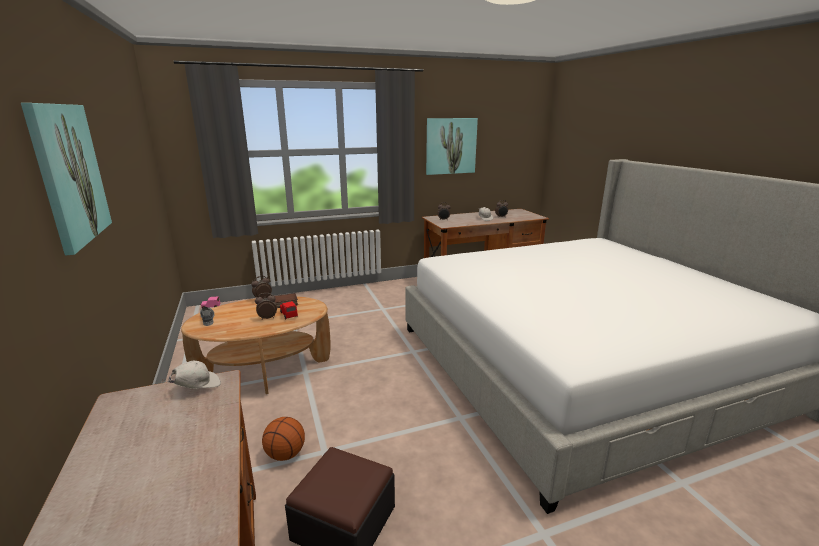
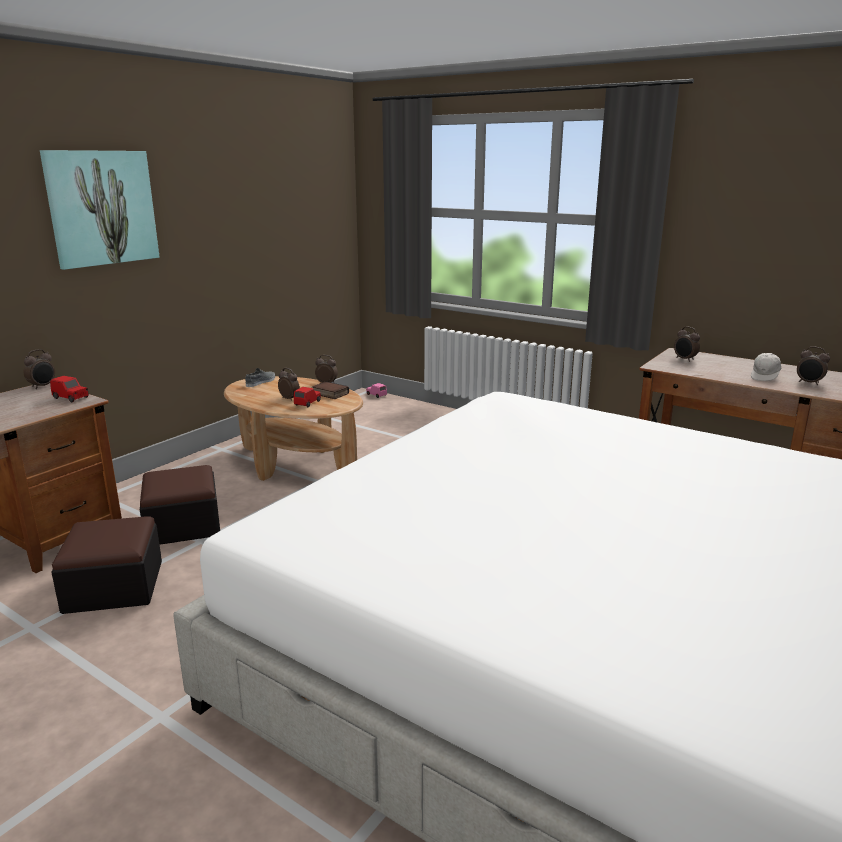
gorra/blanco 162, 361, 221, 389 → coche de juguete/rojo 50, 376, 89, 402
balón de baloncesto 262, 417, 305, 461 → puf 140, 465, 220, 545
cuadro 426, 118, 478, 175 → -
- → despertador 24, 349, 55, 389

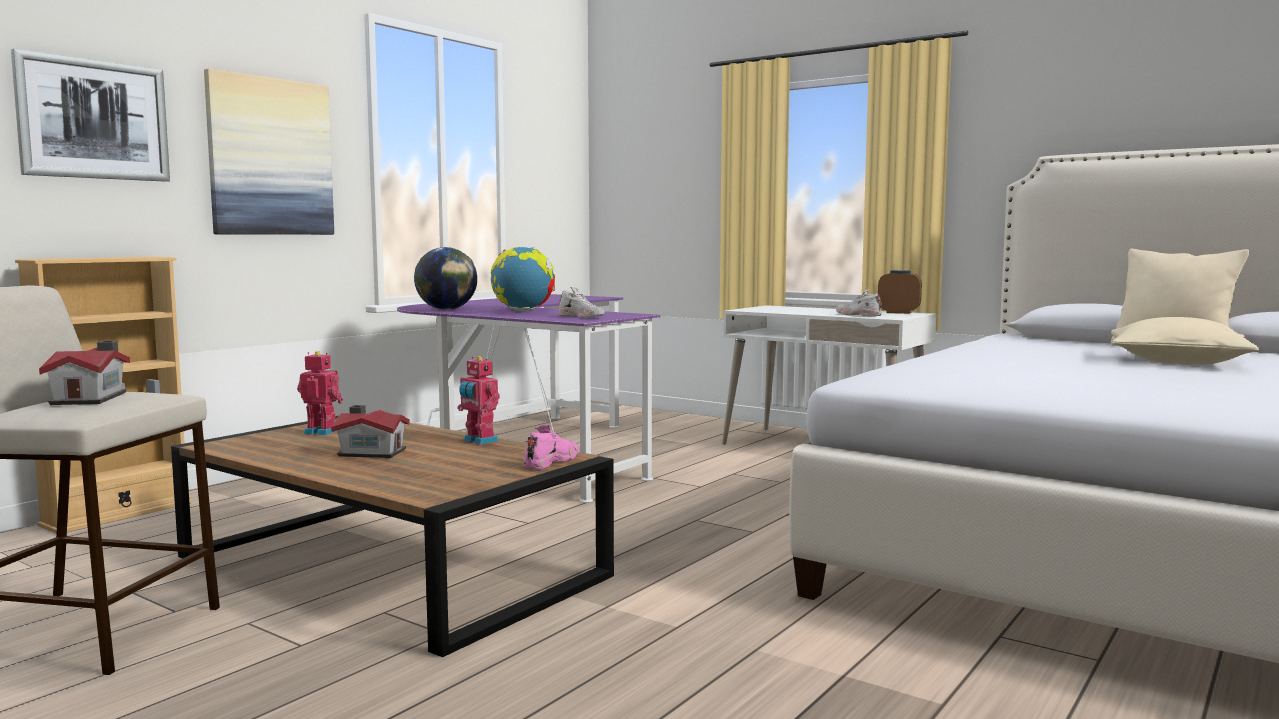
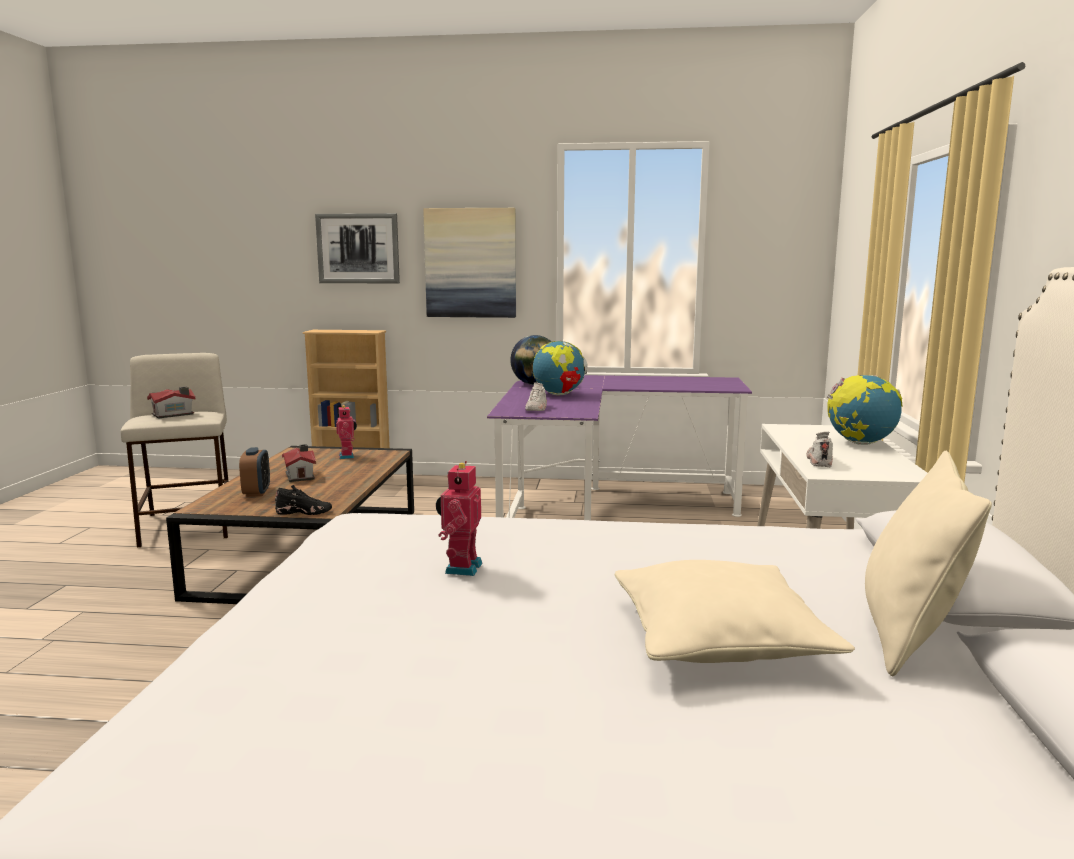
robot de juguete 457, 356, 500, 445 → robot de juguete 436, 461, 482, 576, moved
zapato/rosa 523, 425, 579, 470 → zapato/negro 275, 485, 332, 515
despertador 878, 270, 922, 314 → despertador 239, 447, 270, 497, moved
- → globo terráqueo 827, 375, 903, 445

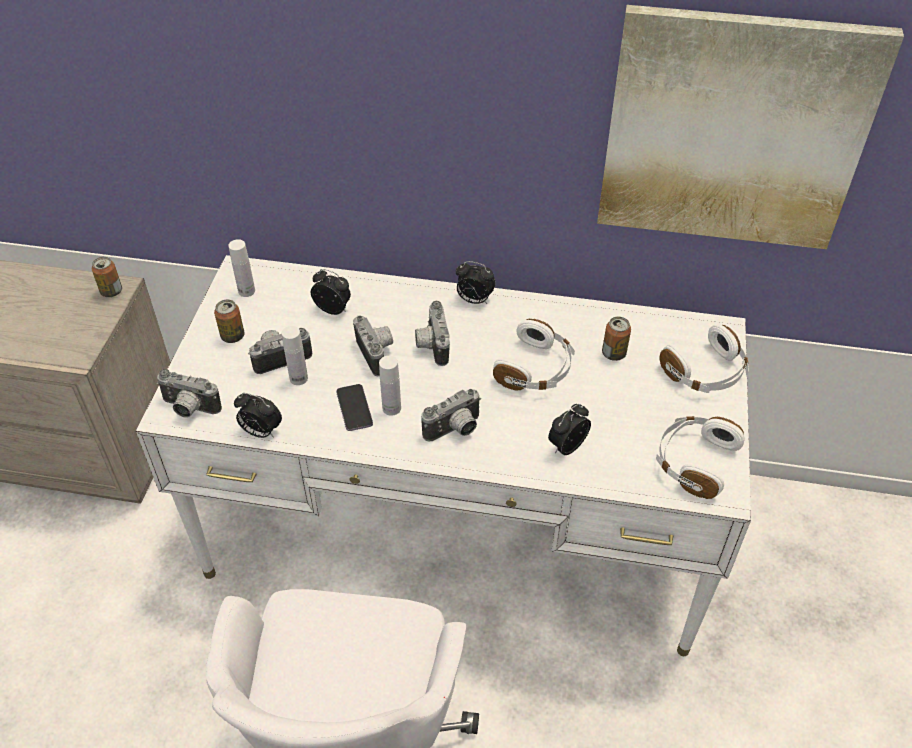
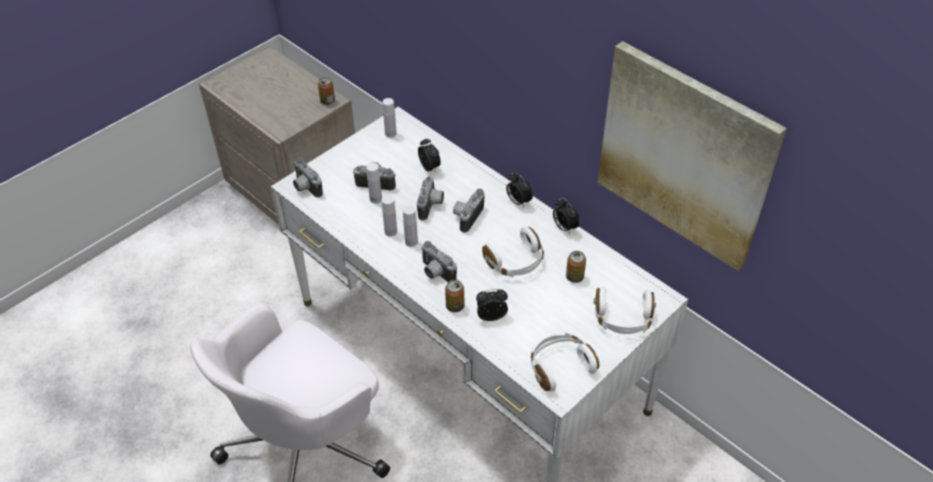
lata 214, 300, 244, 343 → lata 445, 280, 465, 312, moved
despertador 234, 393, 282, 438 → despertador 553, 198, 580, 234, moved
móvil 336, 384, 373, 431 → botella/blanco 382, 195, 397, 237
cámara 421, 389, 481, 442 → cámara 421, 241, 457, 282, 45 degrees clockwise

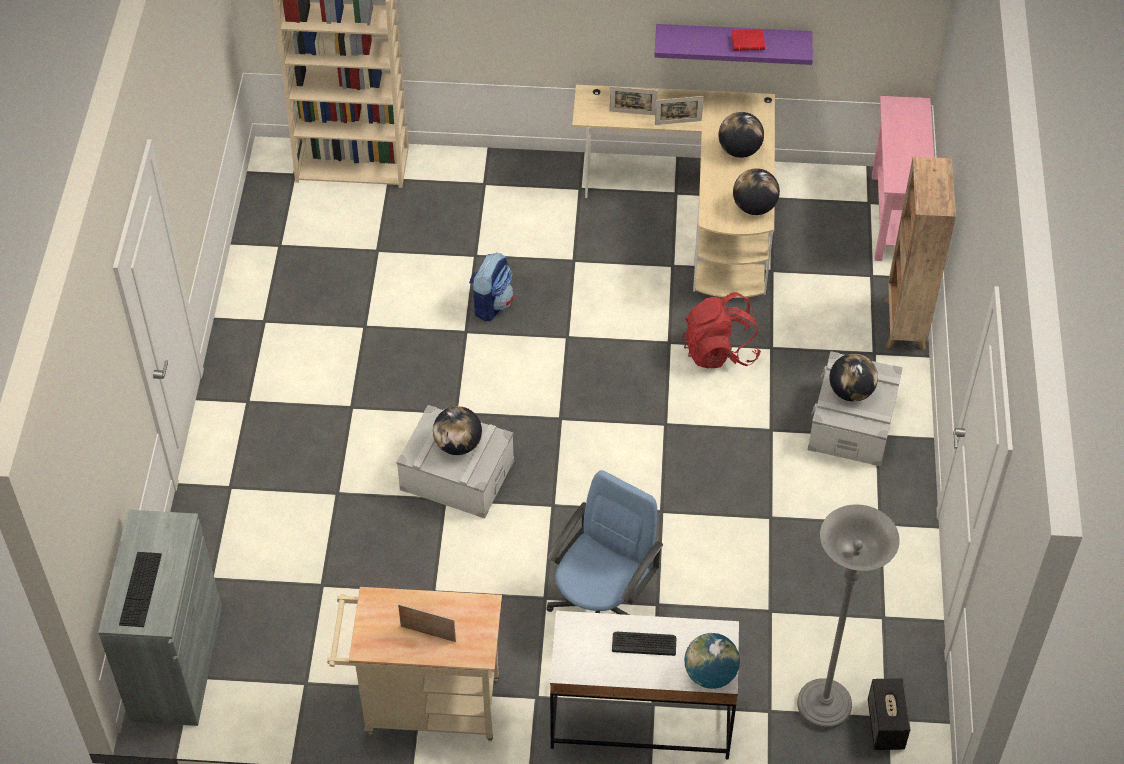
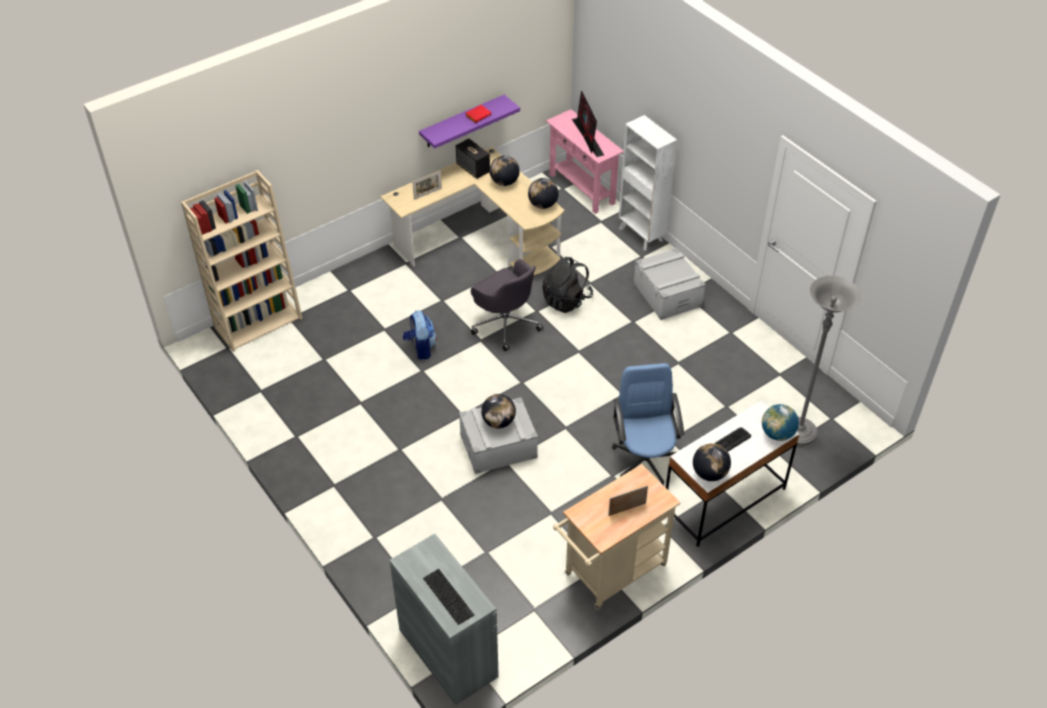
portarretratos 655, 96, 703, 125 → -
mochila/rojo 682, 292, 761, 368 → mochila/negro 542, 257, 593, 313
globo terráqueo 829, 354, 878, 402 → globo terráqueo 693, 443, 731, 481, moved
altavoz 868, 678, 910, 750 → altavoz 456, 138, 490, 179, moved
estantería/marrón 884, 156, 956, 350 → estantería/blanco 619, 115, 677, 250
- → silla de oficina/gris 471, 259, 543, 351
- → monitor 572, 90, 604, 157

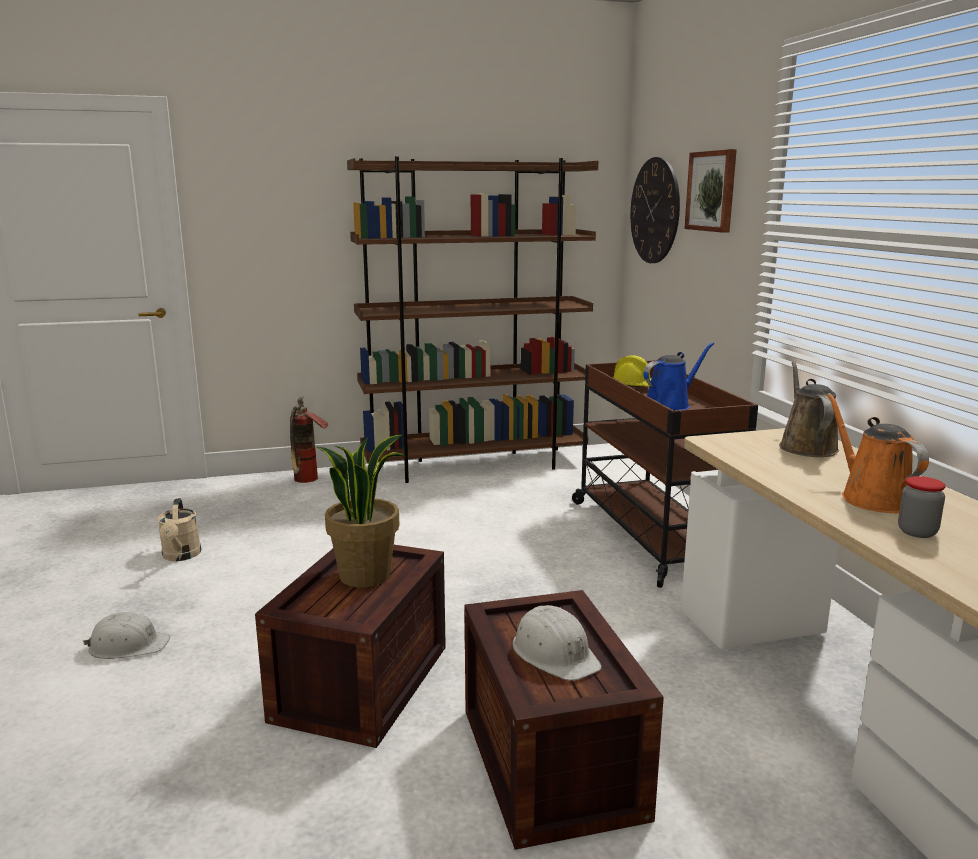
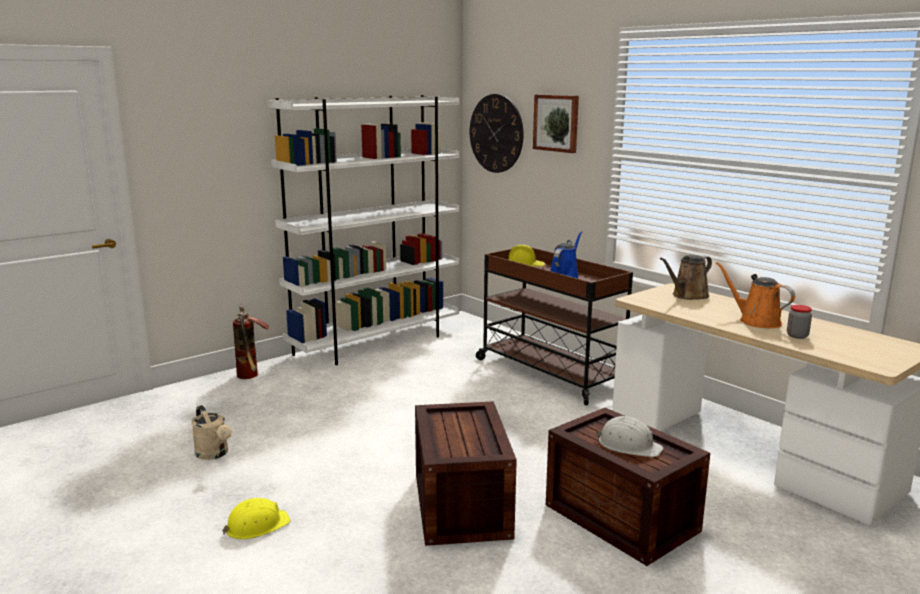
casco/blanco 83, 612, 170, 659 → casco/amarillo 222, 498, 291, 539
planta en maceta 317, 435, 406, 588 → -
estantería/marrón 347, 156, 598, 483 → estantería/blanco 267, 95, 460, 365
regadera/marrón 779, 361, 839, 457 → regadera/marrón 660, 255, 712, 300, 105 degrees counterclockwise

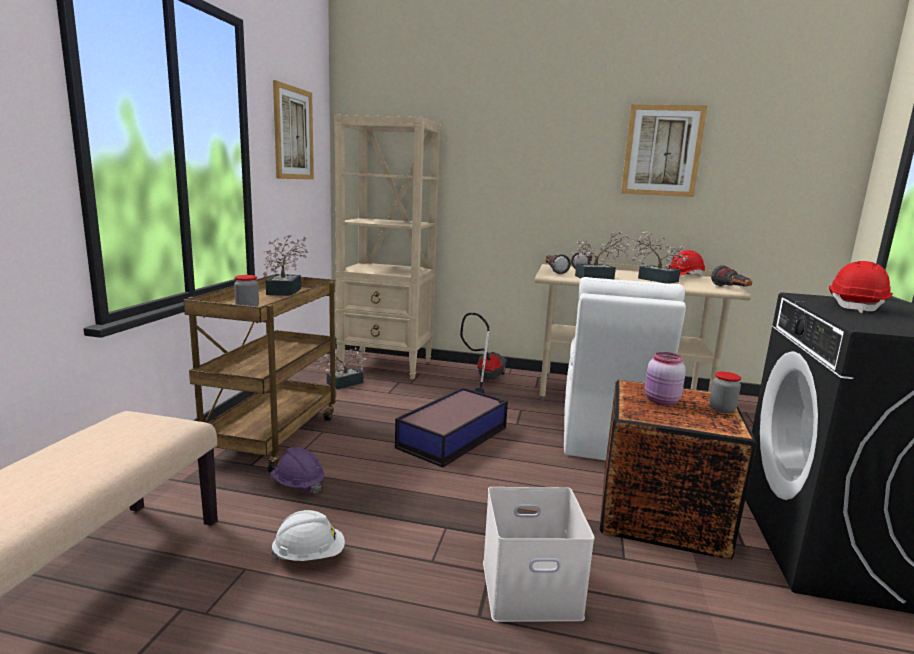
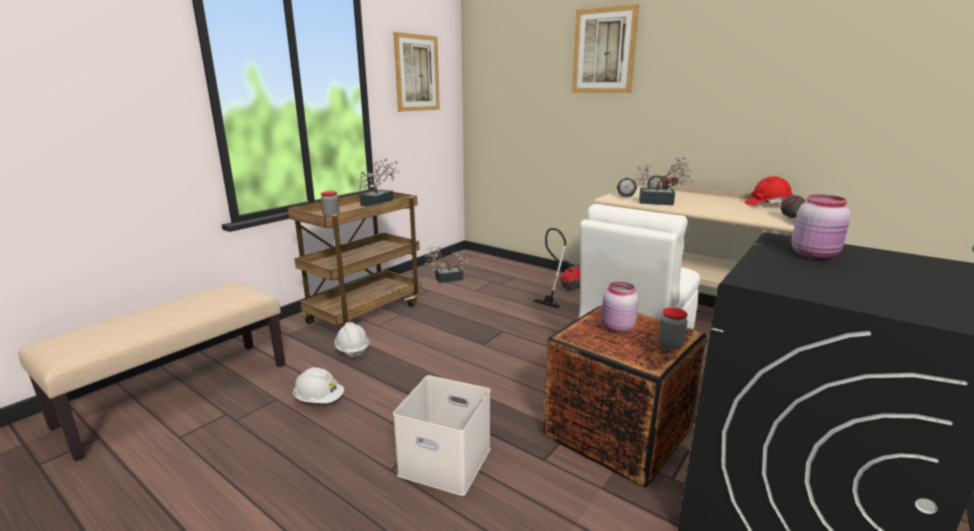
casco/morado 270, 447, 324, 494 → casco/blanco 334, 322, 369, 359
estantería/beis 334, 115, 440, 379 → -
caja de almacenaje 395, 388, 508, 468 → -
cuadro 621, 104, 707, 197 → cuadro 572, 4, 639, 93, moved
planta en maceta 632, 231, 689, 284 → -
casco/rojo 829, 261, 893, 313 → tarro/rosa 792, 194, 851, 260

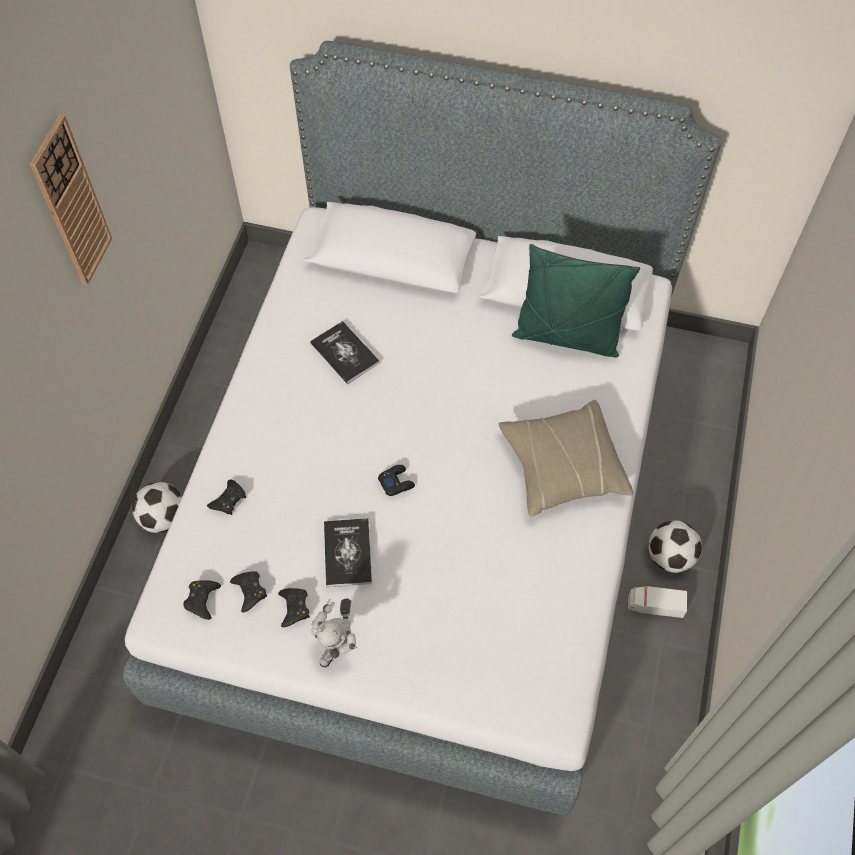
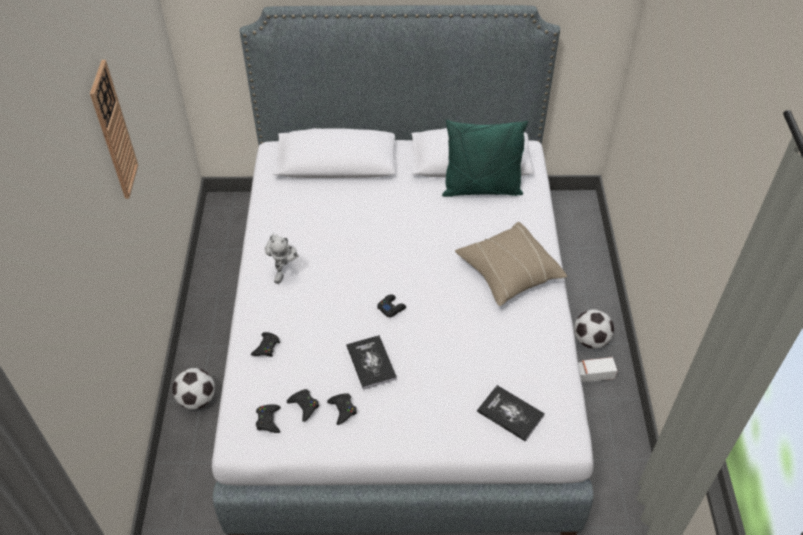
libro 310, 321, 380, 384 → libro 477, 385, 545, 442, moved
robot de juguete 311, 598, 357, 668 → robot de juguete 265, 233, 299, 284, moved

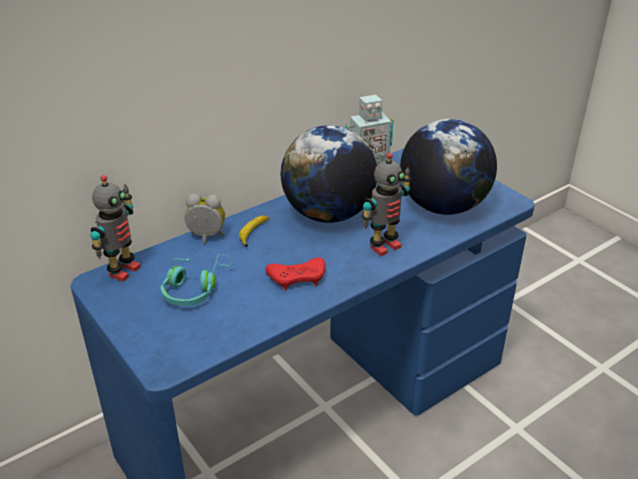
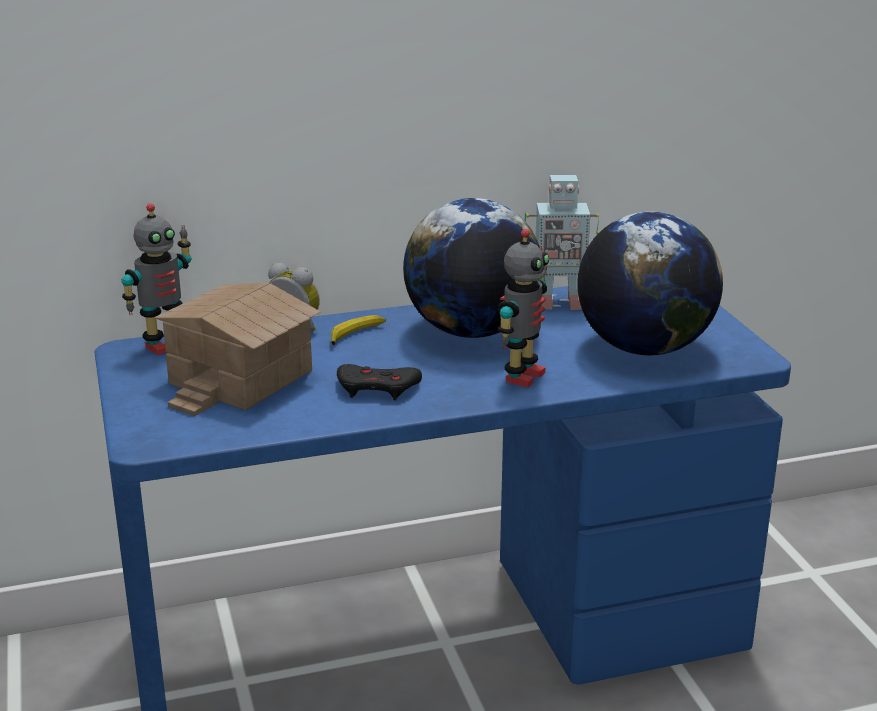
auriculares/turquesa 161, 254, 233, 306 → casita 154, 283, 321, 416
mando de consola/rojo 266, 257, 326, 290 → mando de consola/negro 337, 364, 422, 400
robot de juguete 362, 153, 411, 256 → robot de juguete 498, 229, 549, 388, 45 degrees counterclockwise

